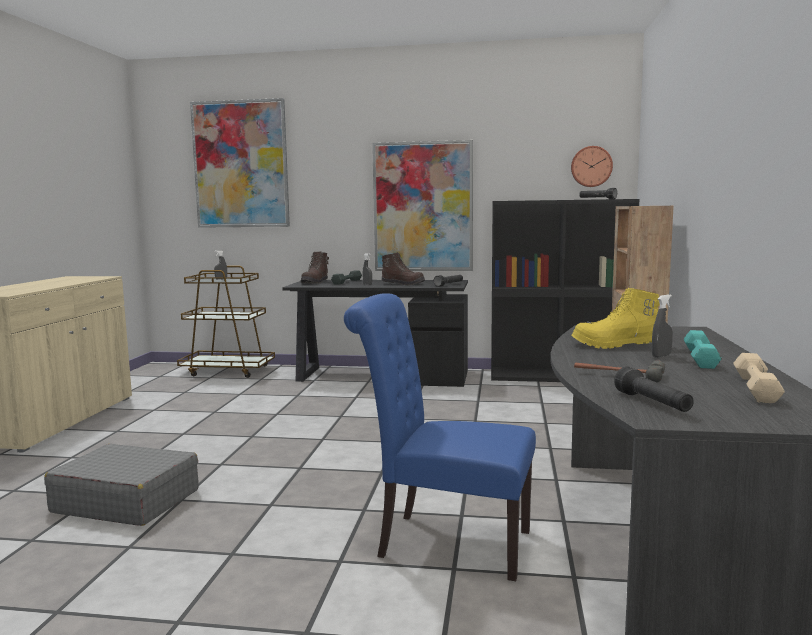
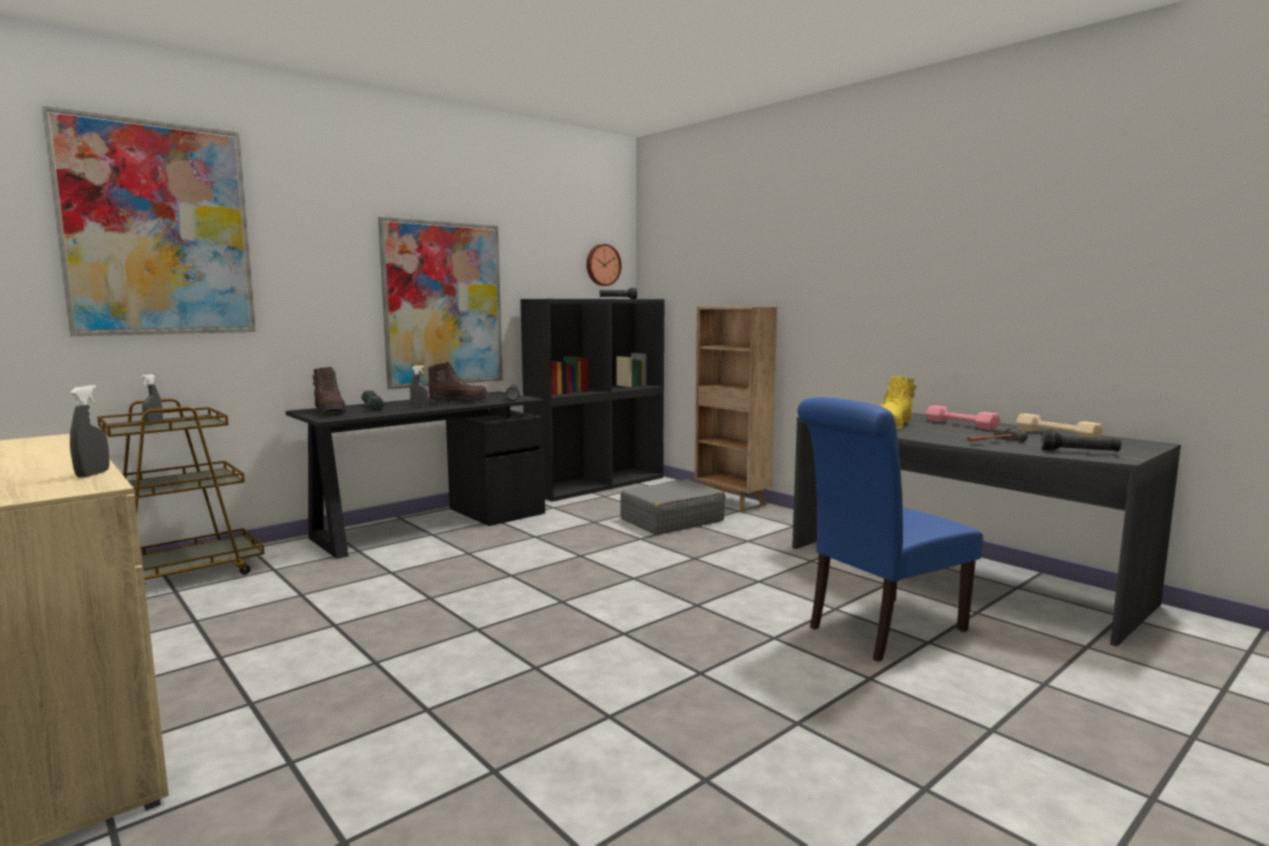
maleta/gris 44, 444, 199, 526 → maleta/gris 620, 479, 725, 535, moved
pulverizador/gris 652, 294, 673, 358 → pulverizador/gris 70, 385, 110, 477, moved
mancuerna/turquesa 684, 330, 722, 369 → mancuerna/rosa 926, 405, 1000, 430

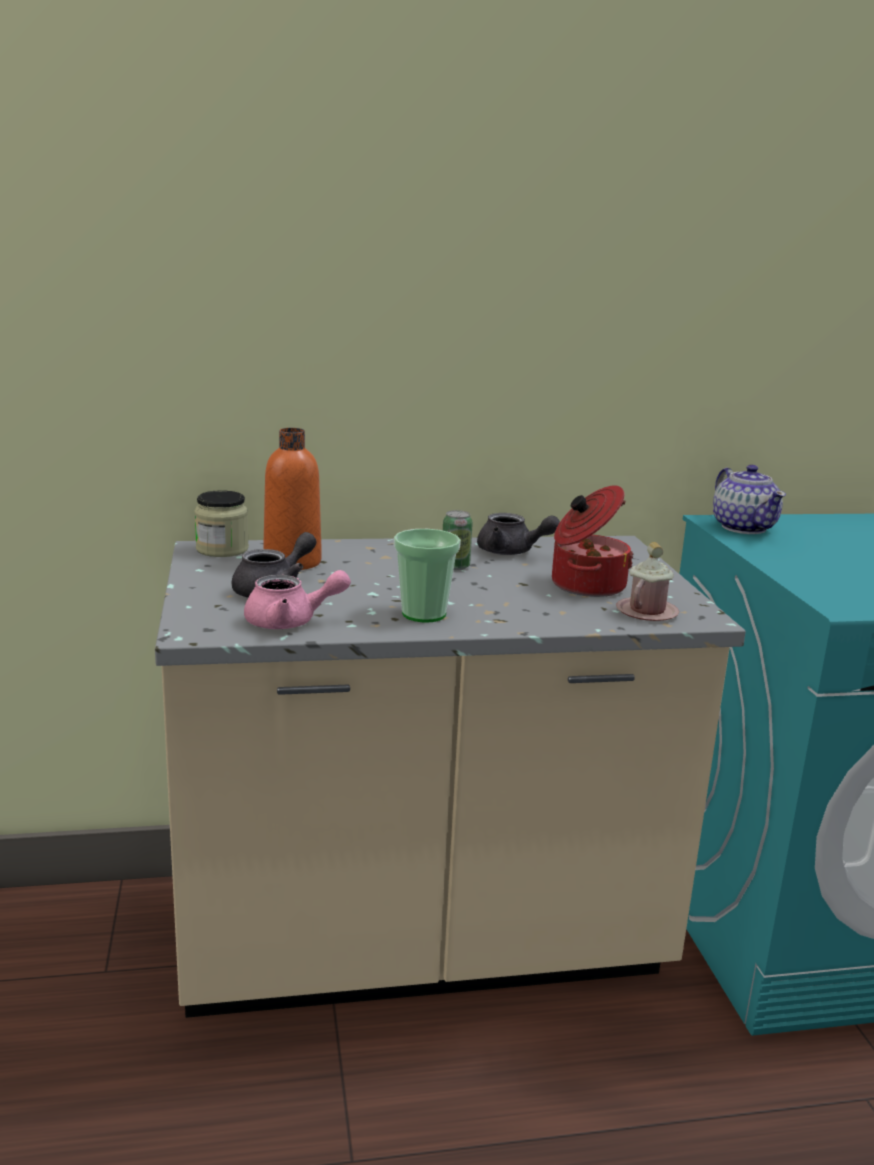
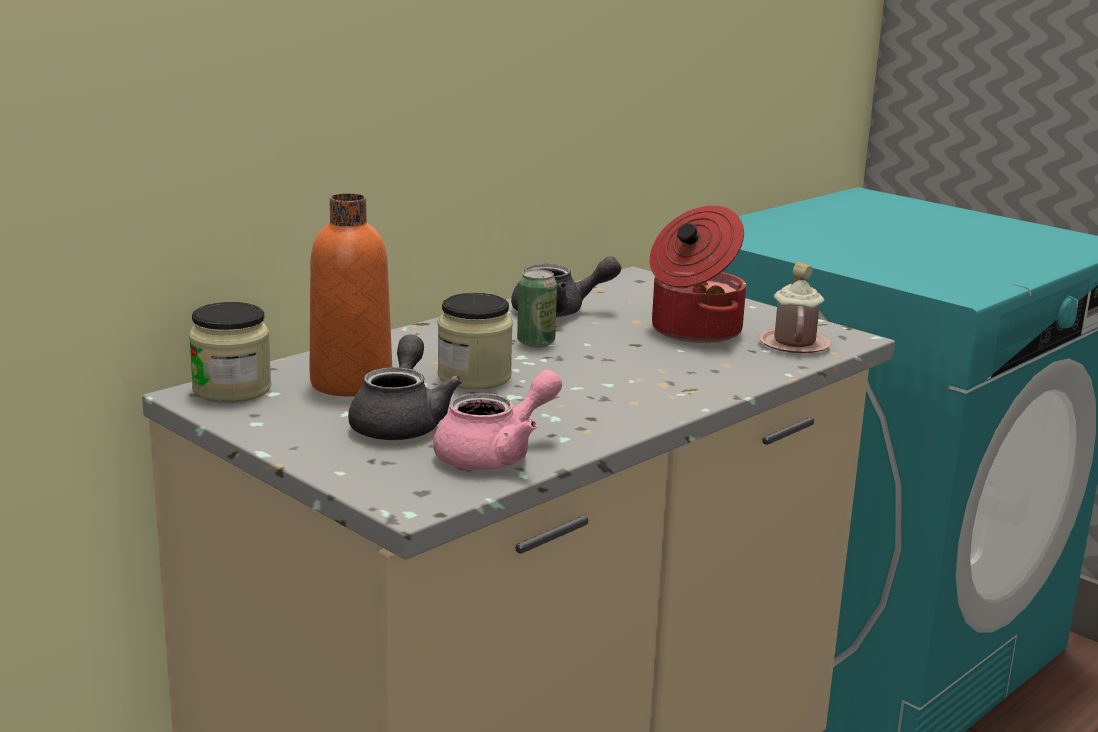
taza 394, 529, 461, 623 → -
tetera 713, 465, 786, 534 → -
- → tarro 437, 293, 513, 390

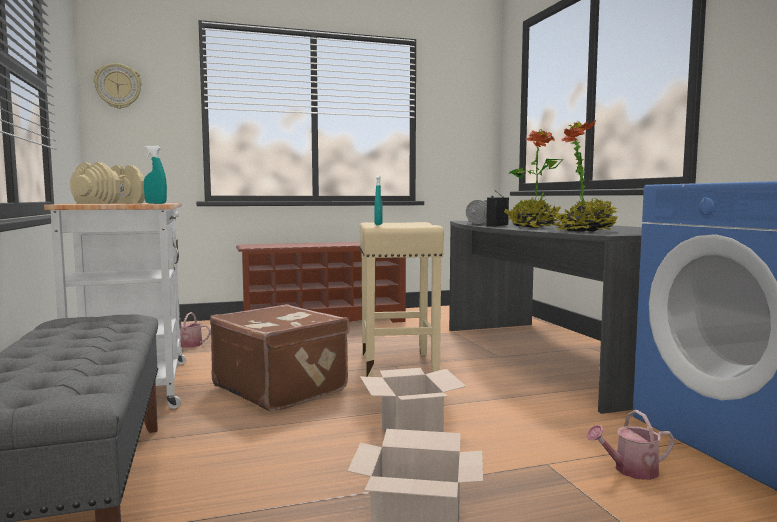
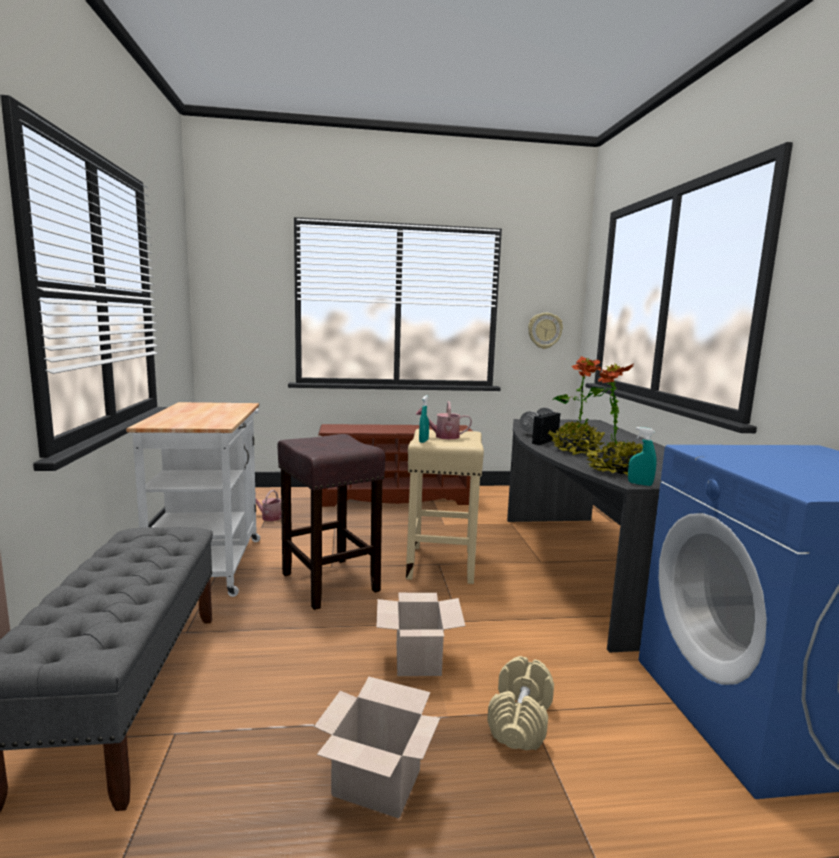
mancuerna/beis 70, 162, 145, 204 → mancuerna/beis 487, 656, 554, 750, moved
reloj de pared 94, 63, 142, 109 → reloj de pared 528, 313, 563, 349, moved
pulverizador/turquesa 144, 145, 167, 204 → pulverizador/turquesa 628, 427, 657, 486, moved
maleta/marrón 210, 304, 349, 411 → taburete/marrón 277, 434, 385, 610
regadera 586, 410, 675, 480 → regadera 415, 401, 472, 439, moved

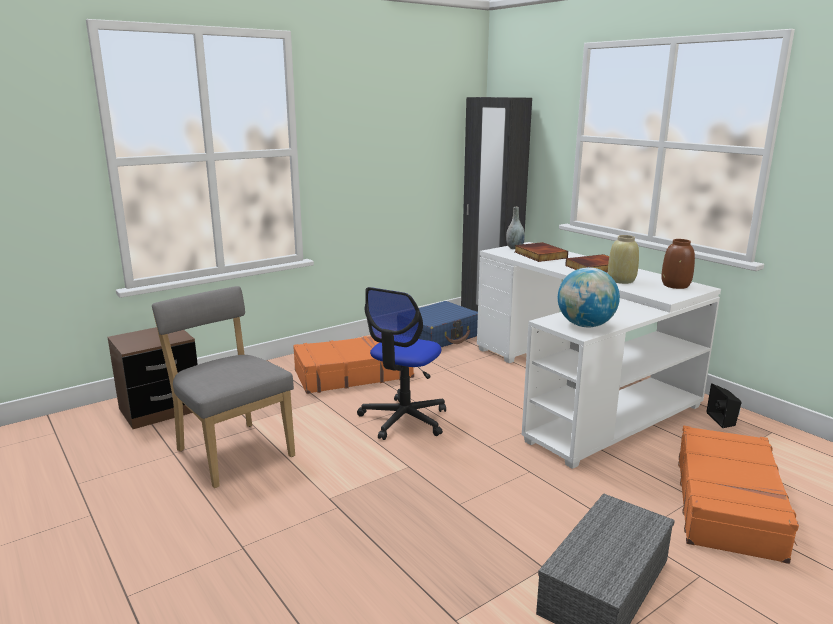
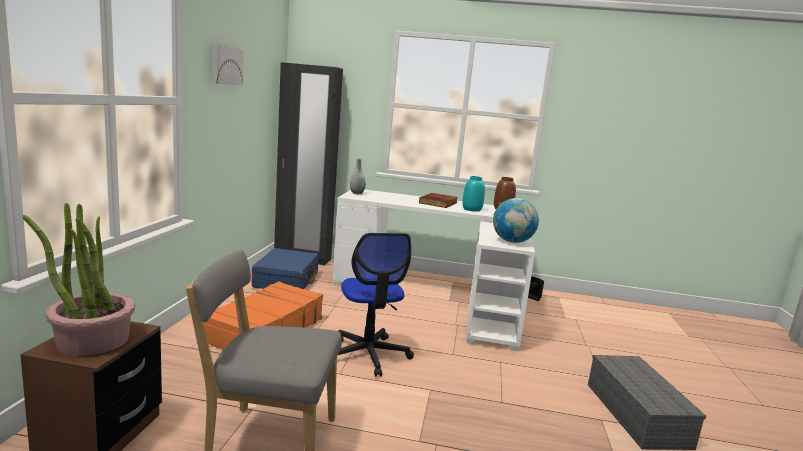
libro 515, 242, 568, 262 → -
florero/beis 608, 235, 639, 284 → florero/turquesa 462, 176, 485, 212
maleta/naranja 678, 426, 799, 564 → -
- → planta en maceta 22, 203, 135, 356
- → cuadro 212, 43, 244, 86

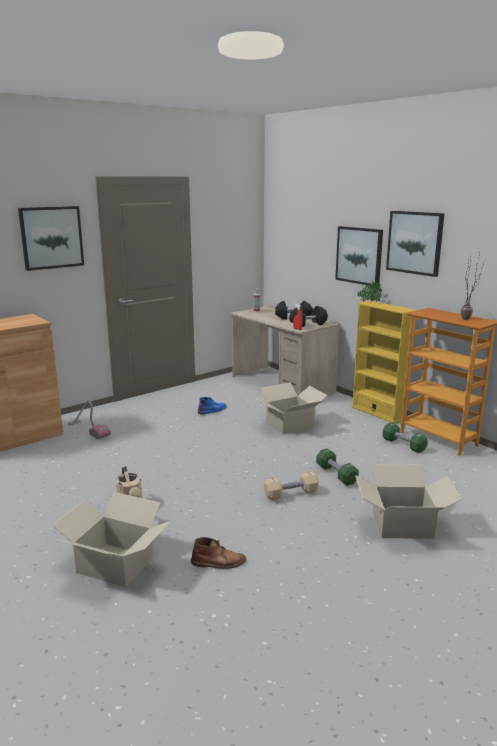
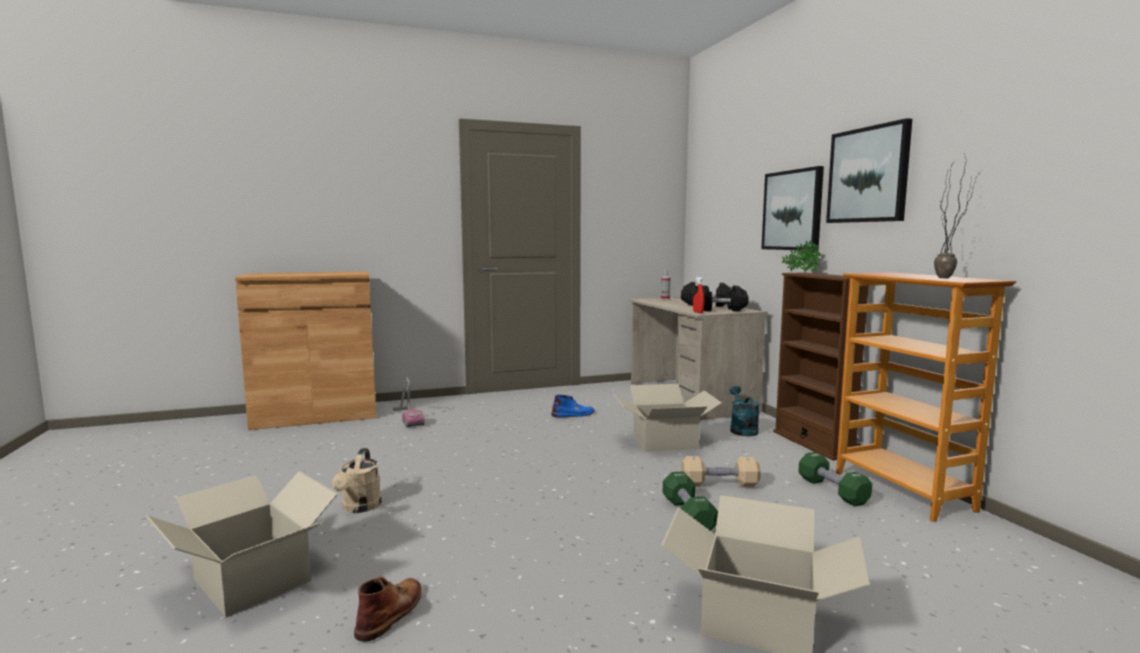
cuadro 18, 206, 84, 271 → -
bota/marrón 191, 537, 246, 569 → bota/marrón 354, 576, 422, 642, 90 degrees counterclockwise
mancuerna/beis 264, 471, 319, 500 → mancuerna/beis 681, 456, 761, 487, moved
estantería/amarillo 351, 301, 416, 424 → estantería/marrón 773, 272, 869, 461
- → regadera/turquesa 730, 386, 760, 436

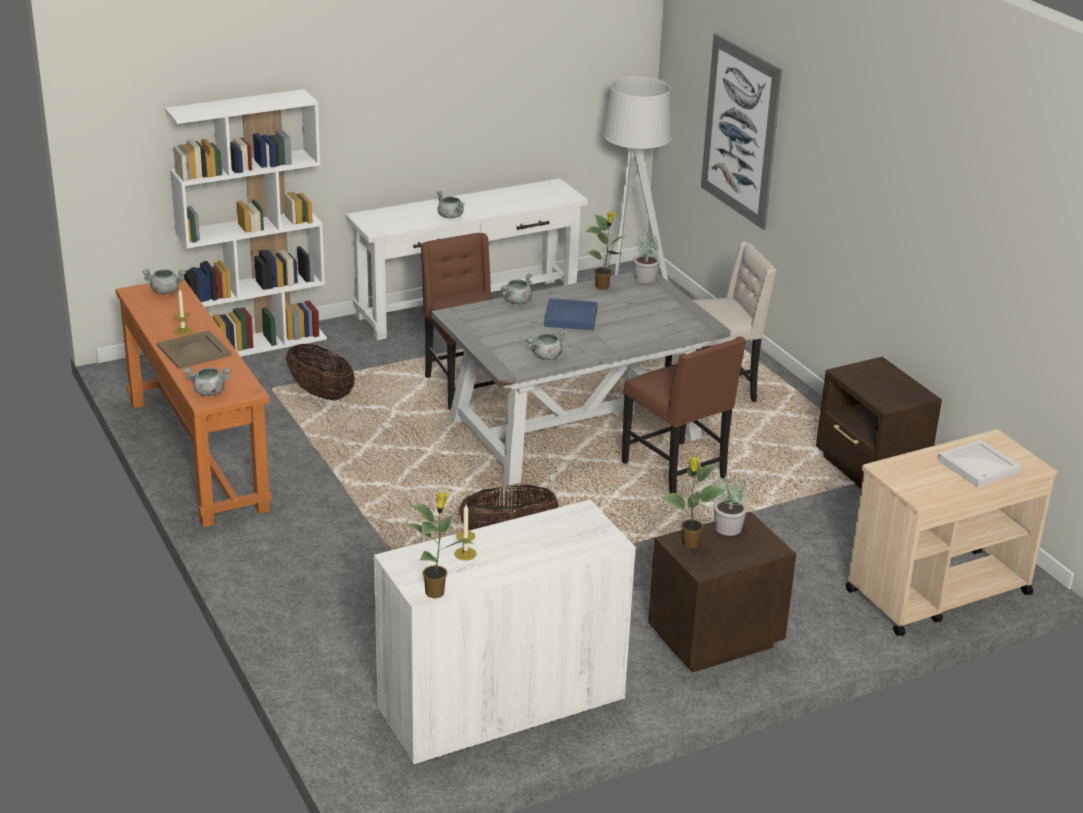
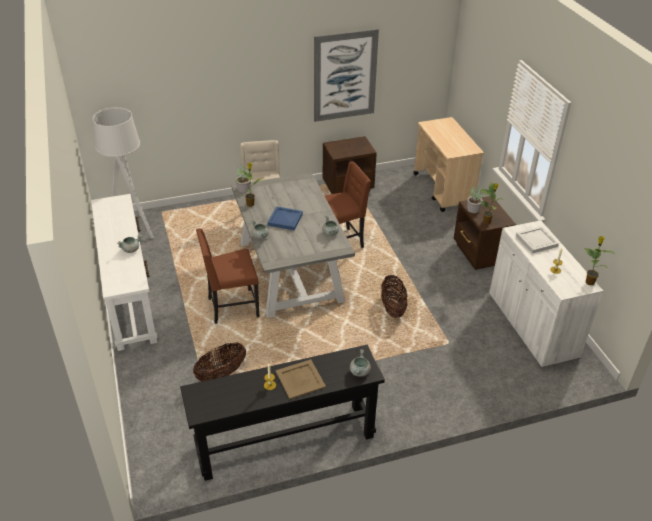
mesa consola/naranja 115, 279, 272, 527 → mesa consola/negro 180, 345, 385, 481
olla/gris 143, 269, 186, 294 → -
estantería/blanco 165, 89, 327, 357 → -
cuadro 701, 34, 782, 230 → cuadro 314, 29, 379, 122, moved
bandeja/blanco 938, 440, 1021, 488 → bandeja/blanco 516, 226, 559, 254, moved

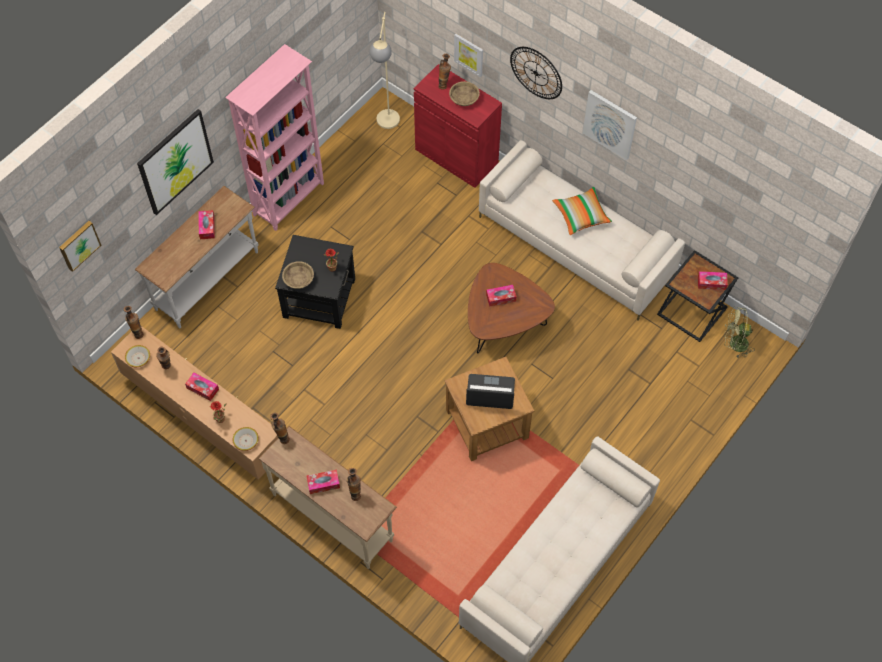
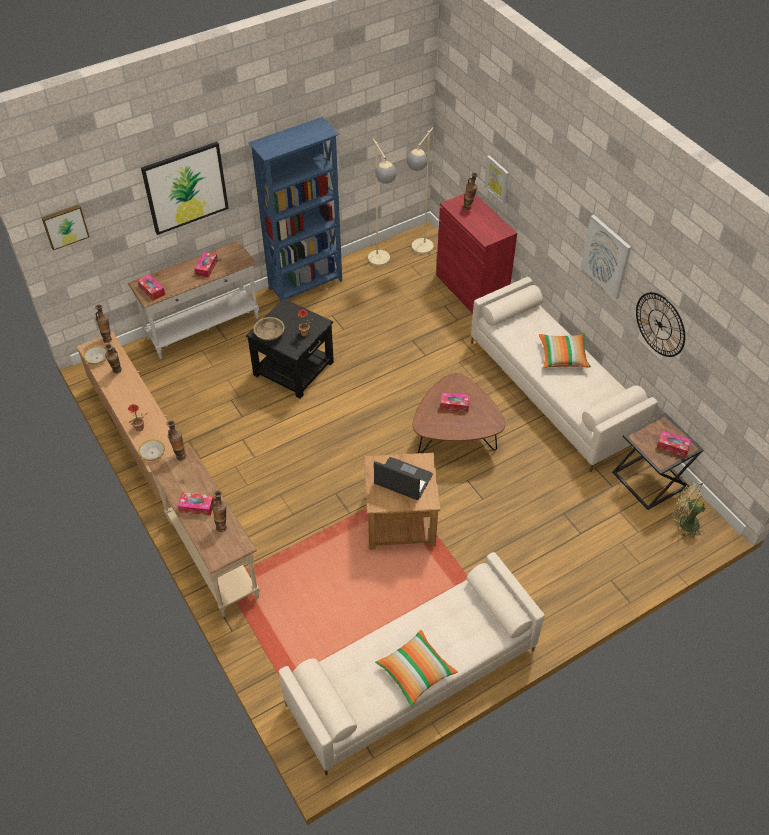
caja de pañuelos 185, 372, 219, 401 → caja de pañuelos 137, 274, 165, 301, moved
estantería/rosa 225, 44, 324, 231 → estantería/azul 248, 117, 342, 301
cuenco/beis 449, 81, 480, 106 → -
reloj de pared 510, 47, 562, 99 → reloj de pared 636, 292, 685, 357, moved
- → lámpara de pie/beis 368, 139, 397, 266
- → cojín 375, 630, 458, 707

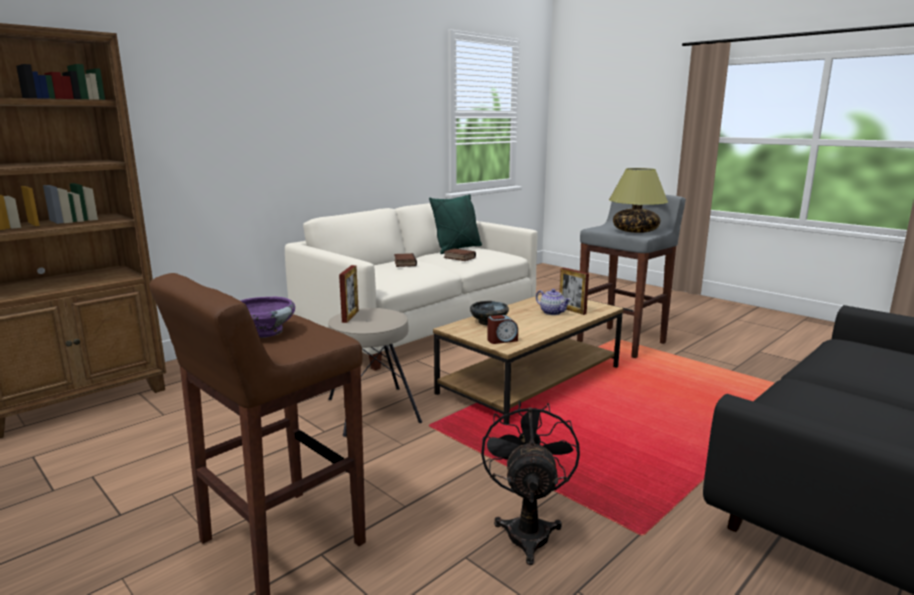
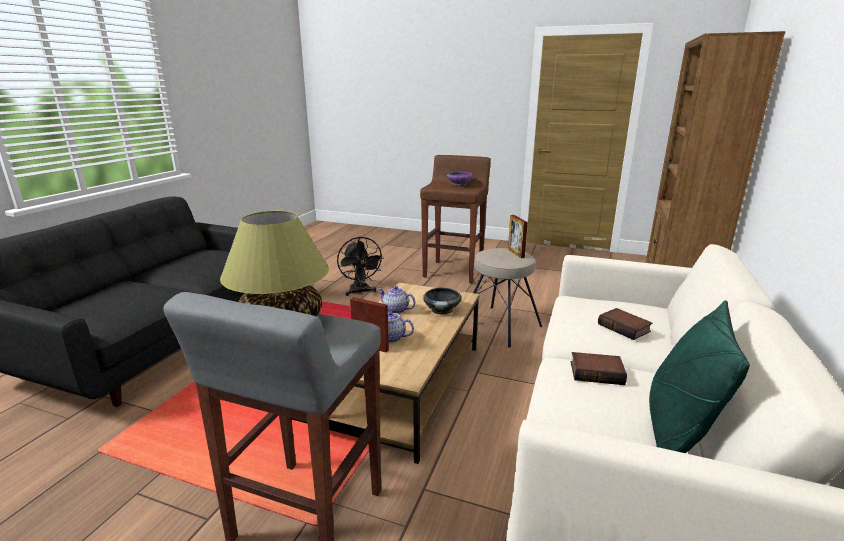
despertador 487, 315, 518, 344 → -
- → tetera 377, 286, 415, 314

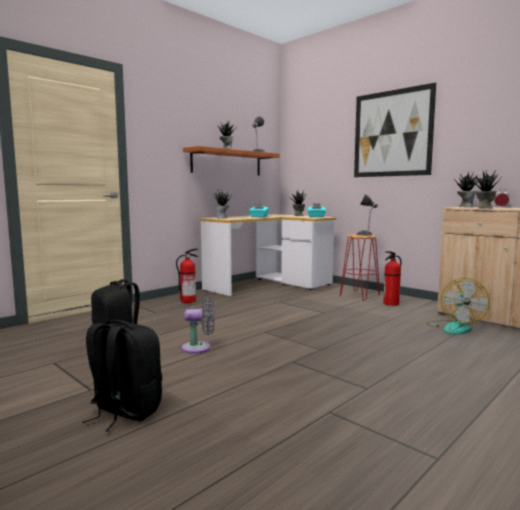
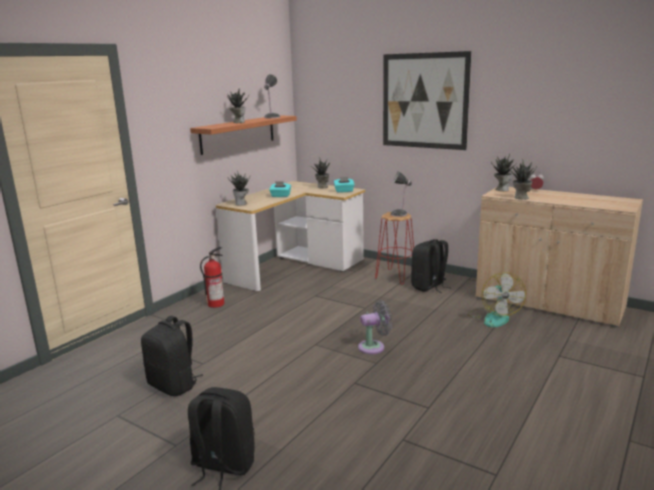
ventilador/gris 182, 296, 214, 354 → ventilador/gris 358, 300, 392, 354, moved
extintor 383, 251, 402, 306 → mochila/negro 411, 239, 449, 293

